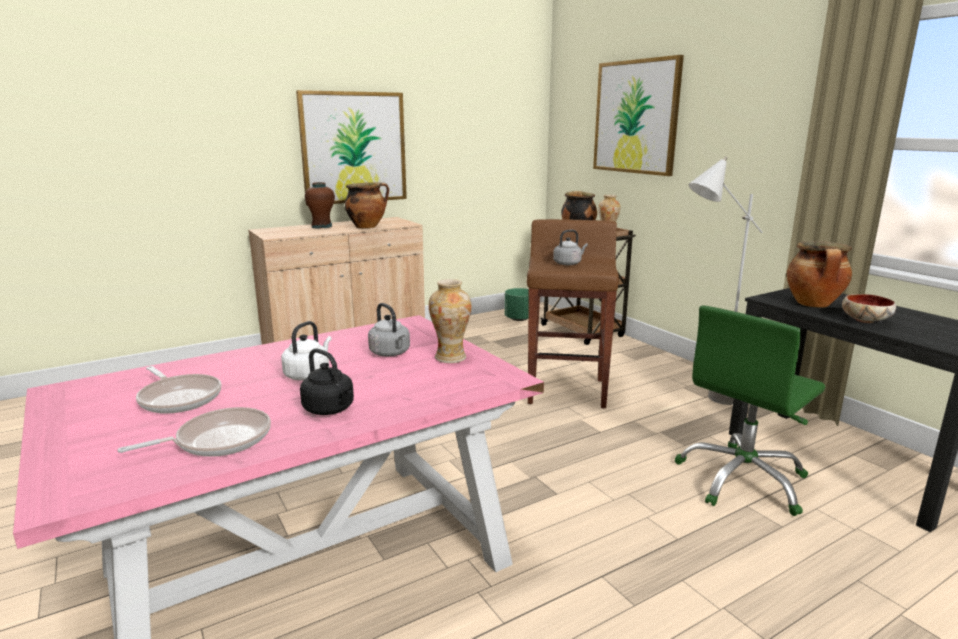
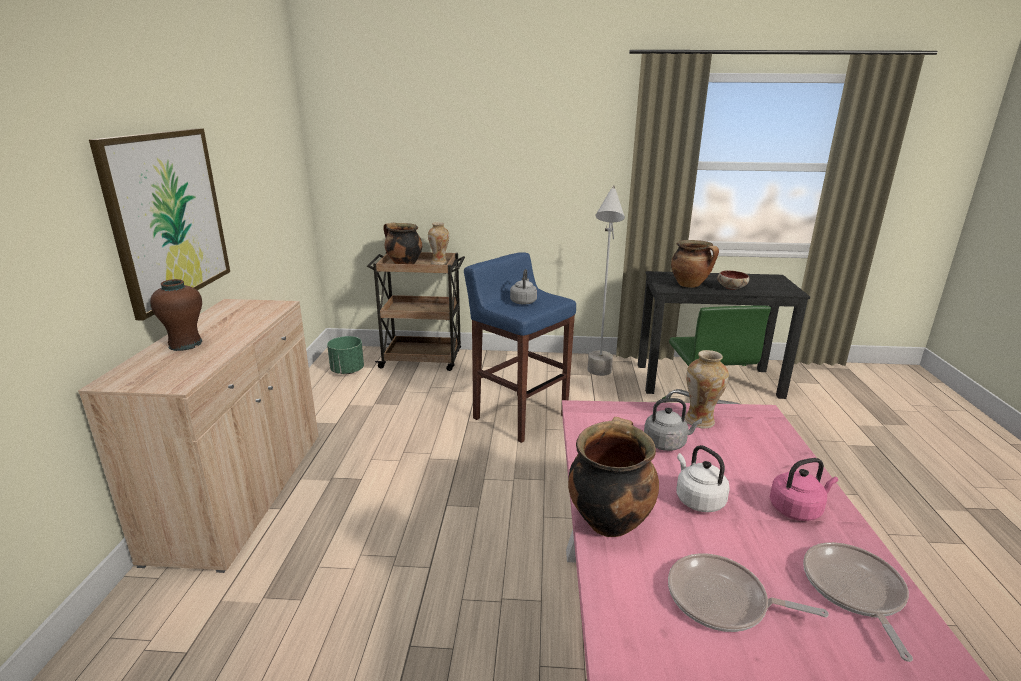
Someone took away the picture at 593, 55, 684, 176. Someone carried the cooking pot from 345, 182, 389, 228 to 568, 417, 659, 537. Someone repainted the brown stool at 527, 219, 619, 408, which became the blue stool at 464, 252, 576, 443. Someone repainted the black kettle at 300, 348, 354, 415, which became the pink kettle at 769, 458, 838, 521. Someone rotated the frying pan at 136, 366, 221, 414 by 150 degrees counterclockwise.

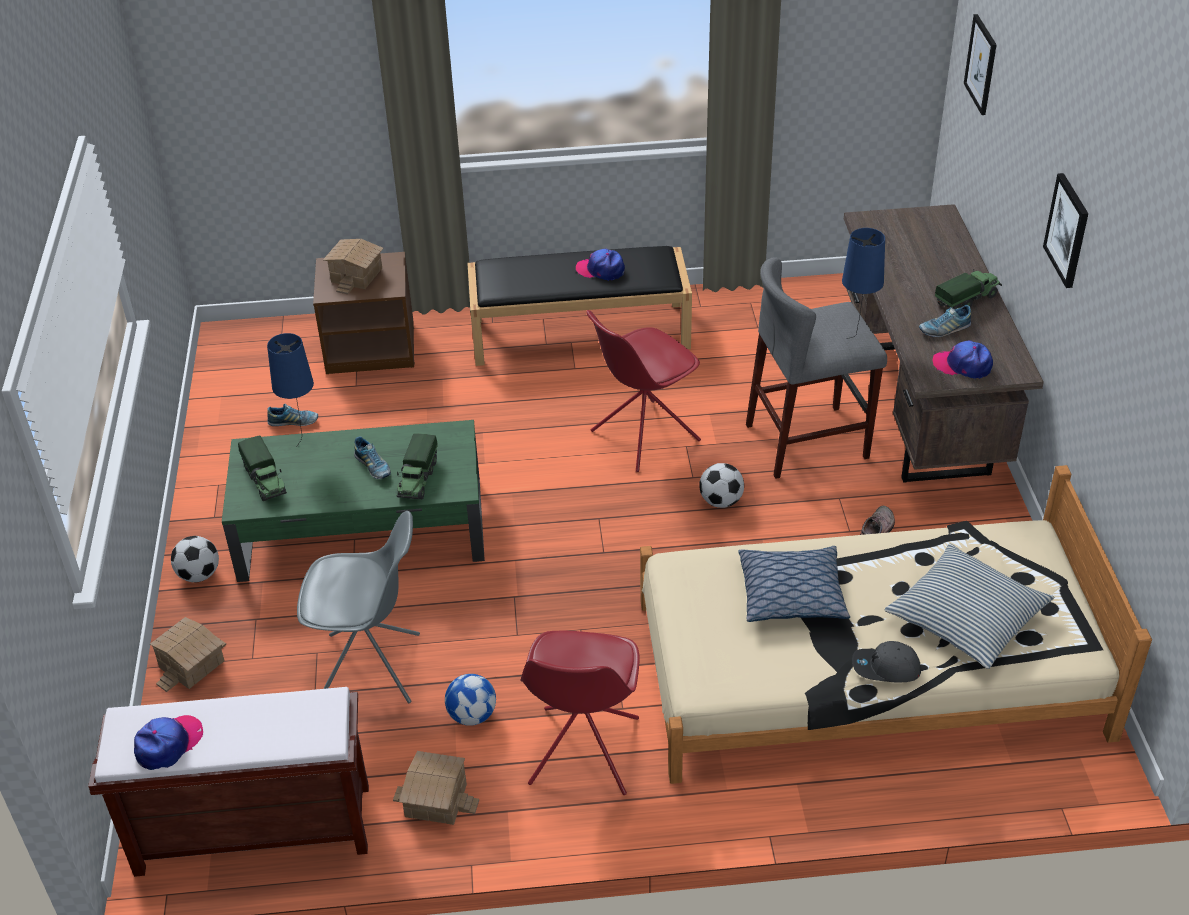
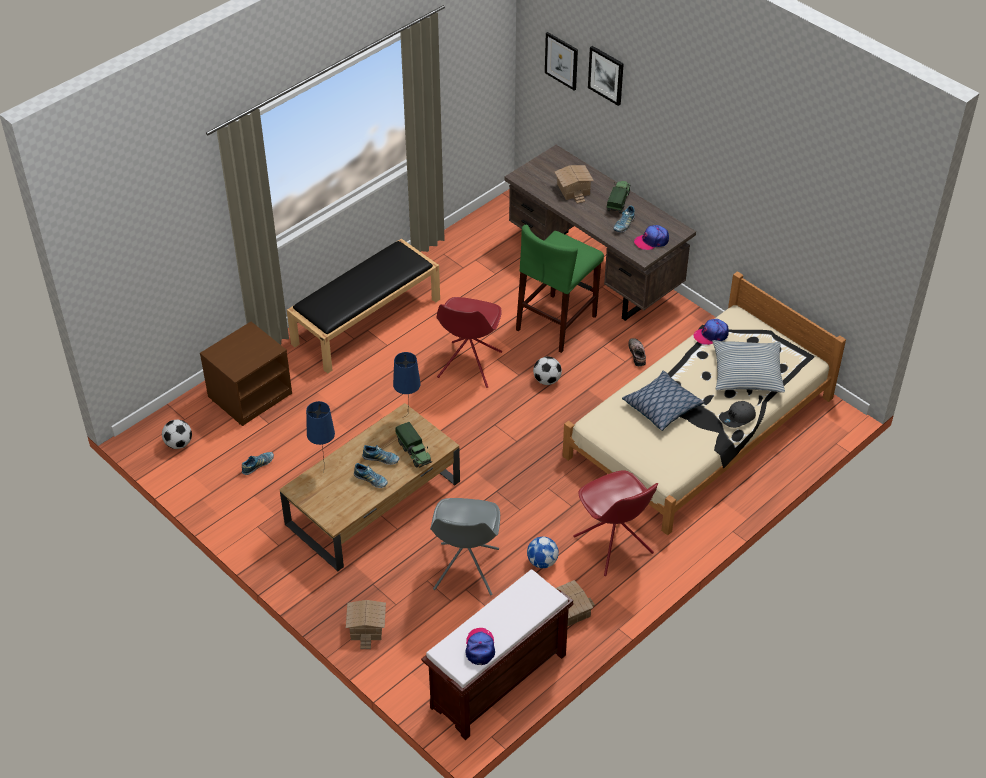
Someone carried the picture from 1043, 173, 1088, 288 to 588, 46, 624, 106. Someone carried the blue table lamp from 842, 228, 885, 338 to 393, 352, 420, 418. Someone carried the toy house from 323, 239, 384, 294 to 555, 165, 594, 204. Someone carried the cap from 576, 248, 625, 281 to 693, 319, 729, 345. Someone repainted the grey stool at 746, 257, 887, 479, which became the green stool at 516, 225, 604, 353. Someone repainted the green coffee table at 222, 420, 485, 582, which became the brown coffee table at 279, 403, 460, 572. Someone took away the toy truck at 238, 435, 287, 501. Someone rotated the grey chair at 297, 511, 420, 703 by 135 degrees clockwise. Someone carried the football from 171, 536, 219, 582 to 162, 420, 192, 449. Someone put down the shoe at 354, 463, 388, 488.

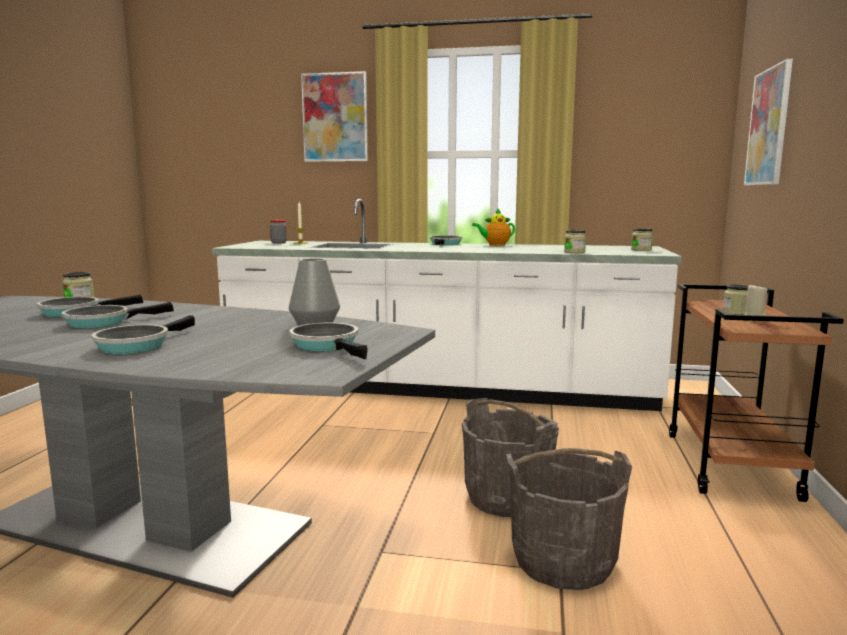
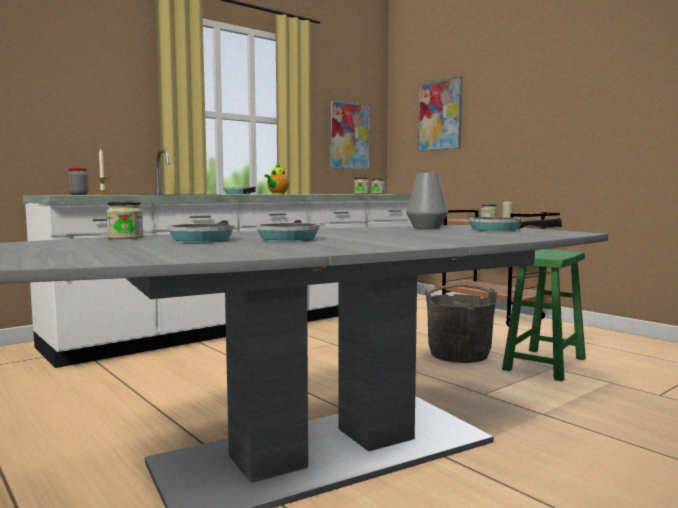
Someone carried the picture from 301, 71, 368, 162 to 329, 99, 370, 170. Someone took away the frying pan at 92, 315, 195, 354. Someone swapped the grey bucket at 506, 448, 632, 590 for the green stool at 502, 249, 586, 381.

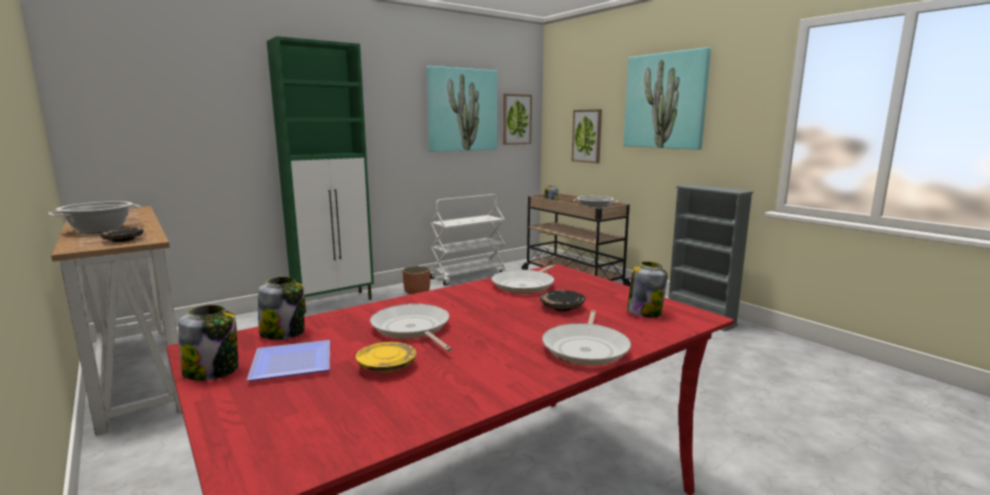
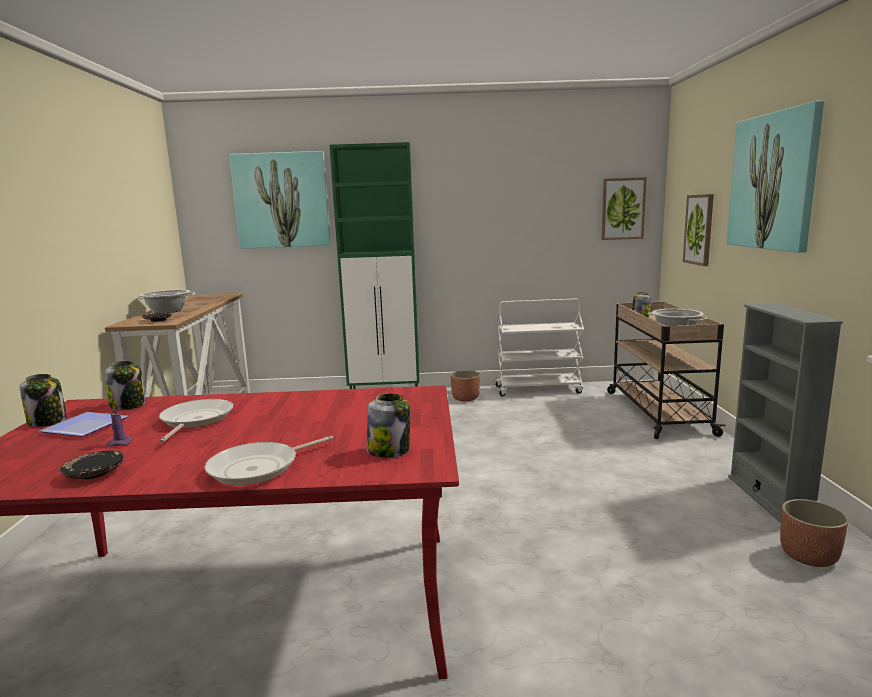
Someone carried the picture from 427, 66, 497, 152 to 229, 151, 331, 249. Someone took away the frying pan at 491, 265, 554, 294. Someone carried the black plate from 540, 290, 585, 311 to 60, 451, 123, 479. Someone swapped the yellow plate at 356, 342, 416, 373 for the purple candle at 106, 406, 133, 447. Someone put down the planter at 780, 499, 849, 567.

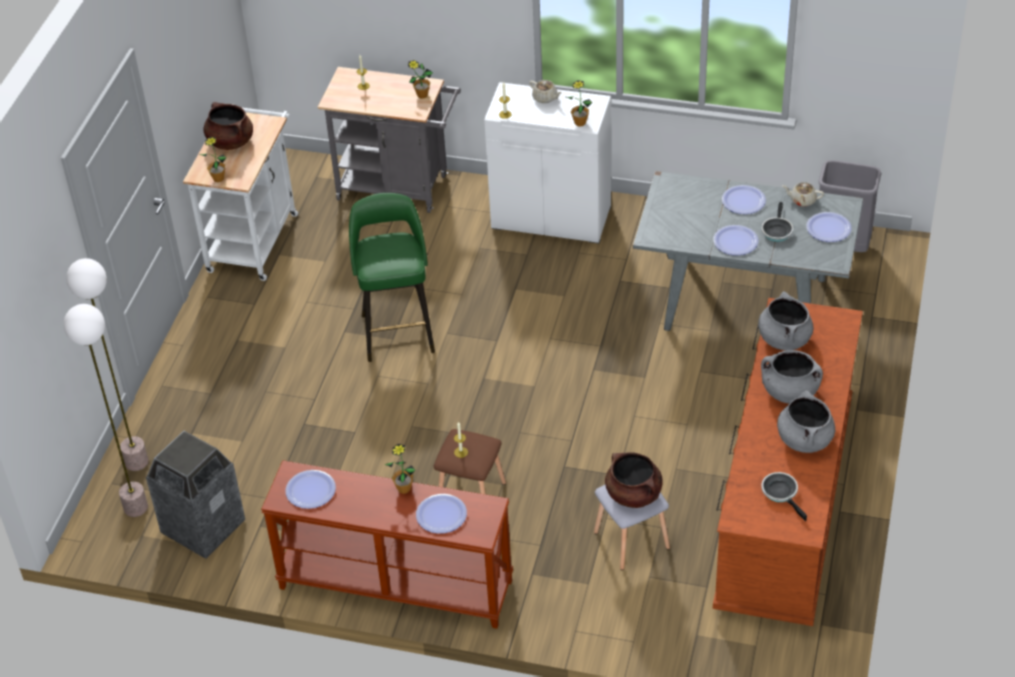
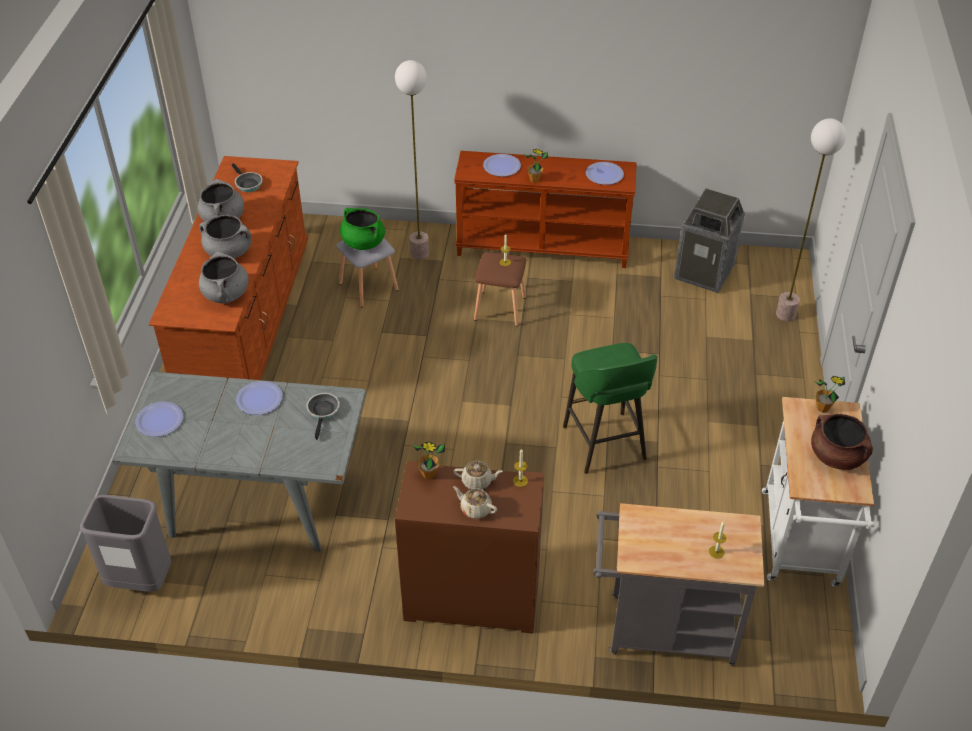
Someone took away the potted plant at 408, 60, 433, 99. Someone repainted the white cabinet at 484, 82, 611, 244, which became the brown cabinet at 395, 461, 544, 634. Someone carried the beige teapot from 782, 182, 824, 207 to 454, 461, 503, 489. Someone took away the plate at 722, 185, 766, 214. Someone carried the frying pan from 761, 202, 793, 242 to 307, 393, 340, 440. Someone carried the floor lamp from 64, 304, 148, 517 to 395, 60, 429, 259. Someone repainted the brown cooking pot at 605, 452, 663, 508, which became the green cooking pot at 340, 208, 385, 250.

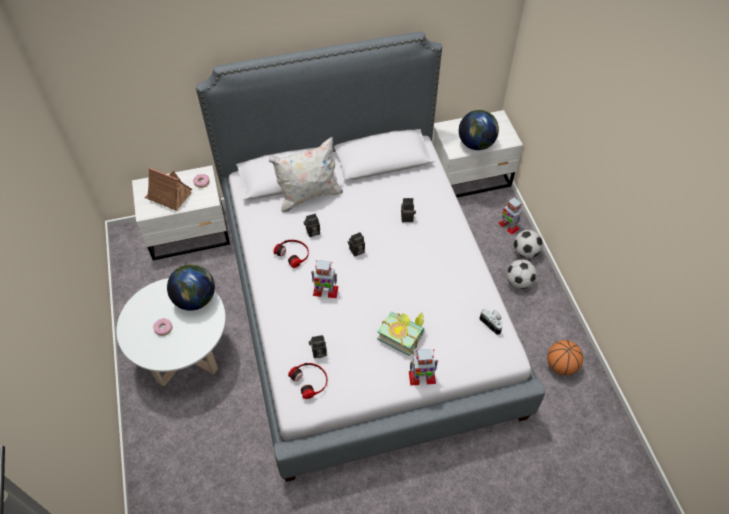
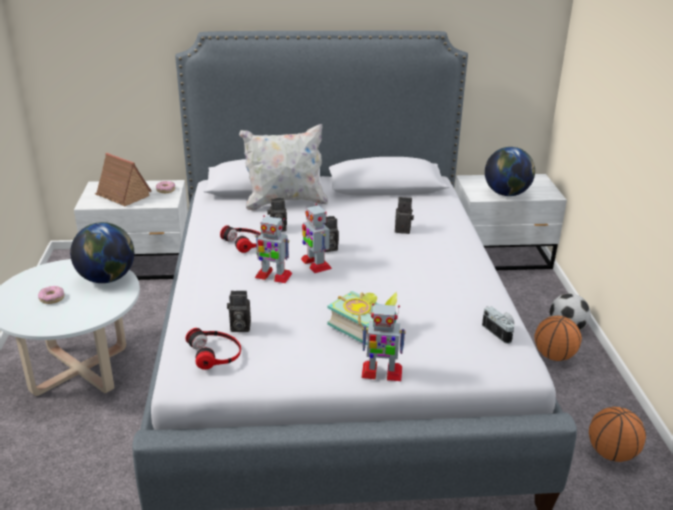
Someone carried the toy robot from 498, 197, 523, 235 to 301, 203, 332, 273. Someone swapped the football at 506, 259, 537, 289 for the basketball at 534, 316, 582, 361.

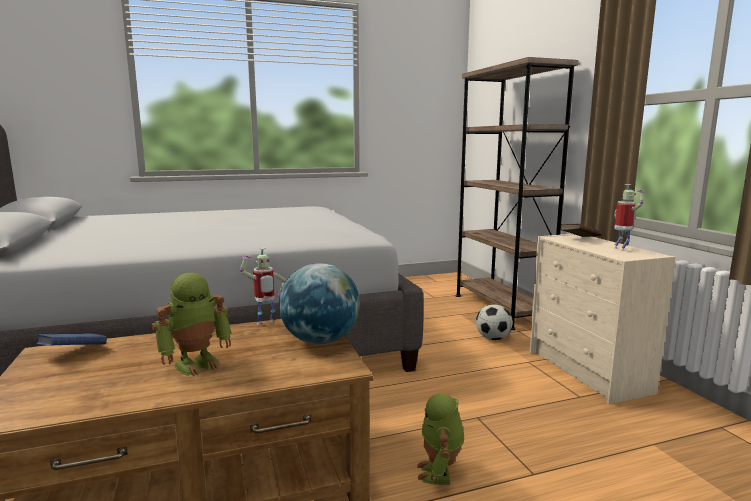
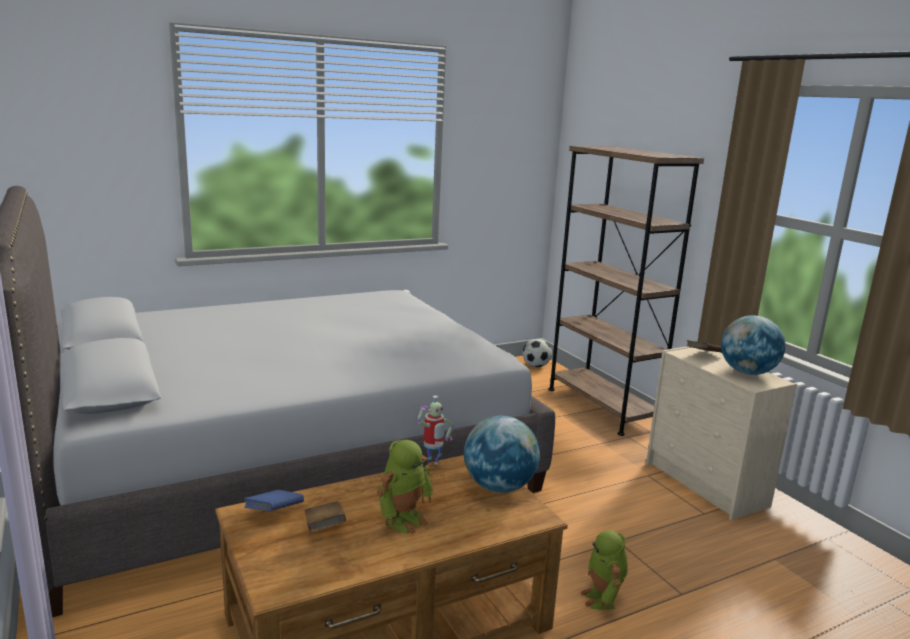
Someone swapped the toy robot at 614, 184, 645, 251 for the globe at 721, 315, 786, 375. Someone carried the football from 476, 304, 513, 340 to 523, 339, 552, 367. Someone put down the brown book at 305, 501, 346, 533.

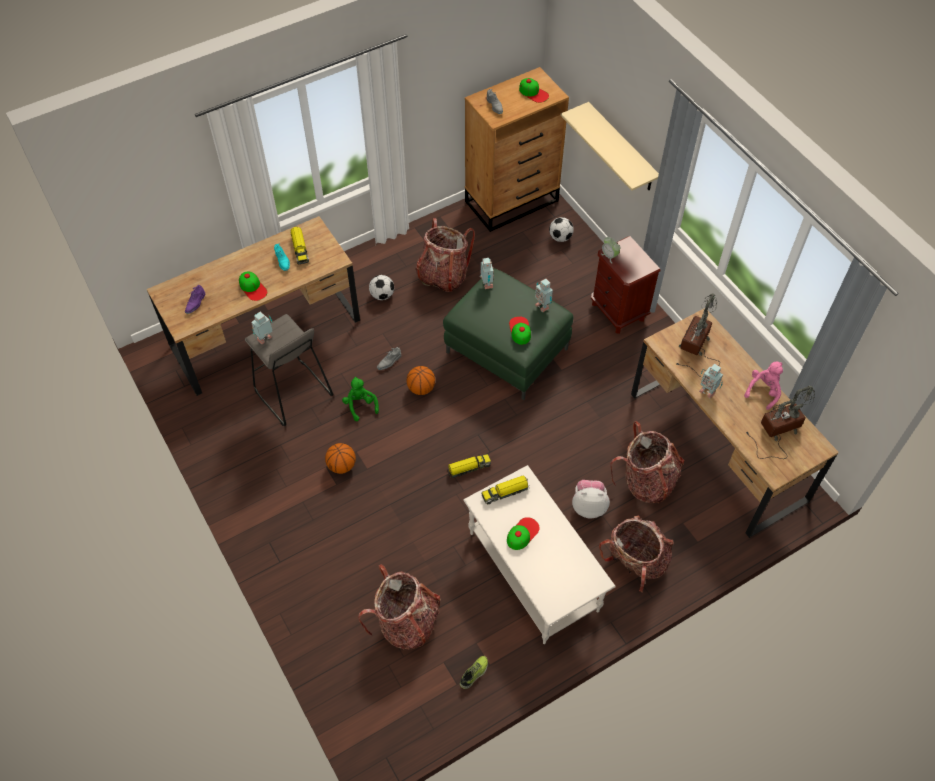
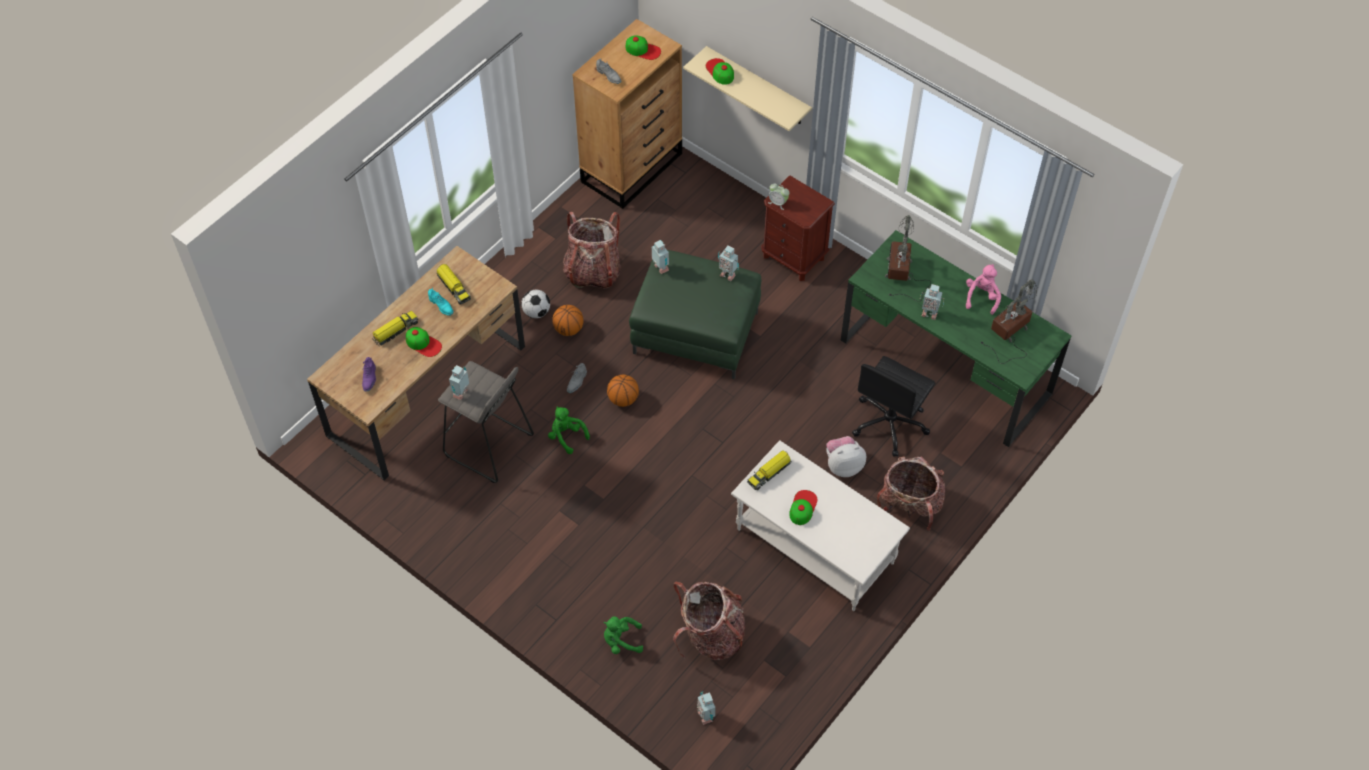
Someone took away the football at 549, 217, 574, 242. Someone repainted the brown desk at 631, 308, 839, 538, which became the green desk at 841, 230, 1072, 447. Someone carried the cap from 509, 316, 531, 345 to 706, 58, 734, 85. Someone swapped the backpack at 610, 421, 684, 503 for the black office chair at 852, 356, 936, 457. Someone carried the basketball from 325, 443, 356, 474 to 552, 305, 584, 336. Someone carried the toy truck from 447, 454, 491, 478 to 372, 311, 418, 346. Someone took away the shoe at 460, 656, 488, 689. Someone put down the green plush toy at 603, 616, 643, 654. Someone put down the toy robot at 697, 691, 716, 725.

